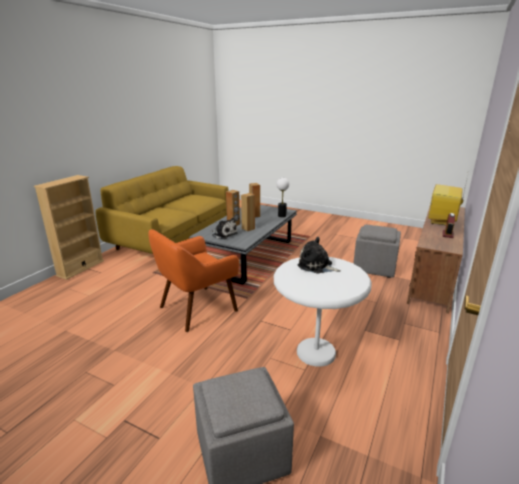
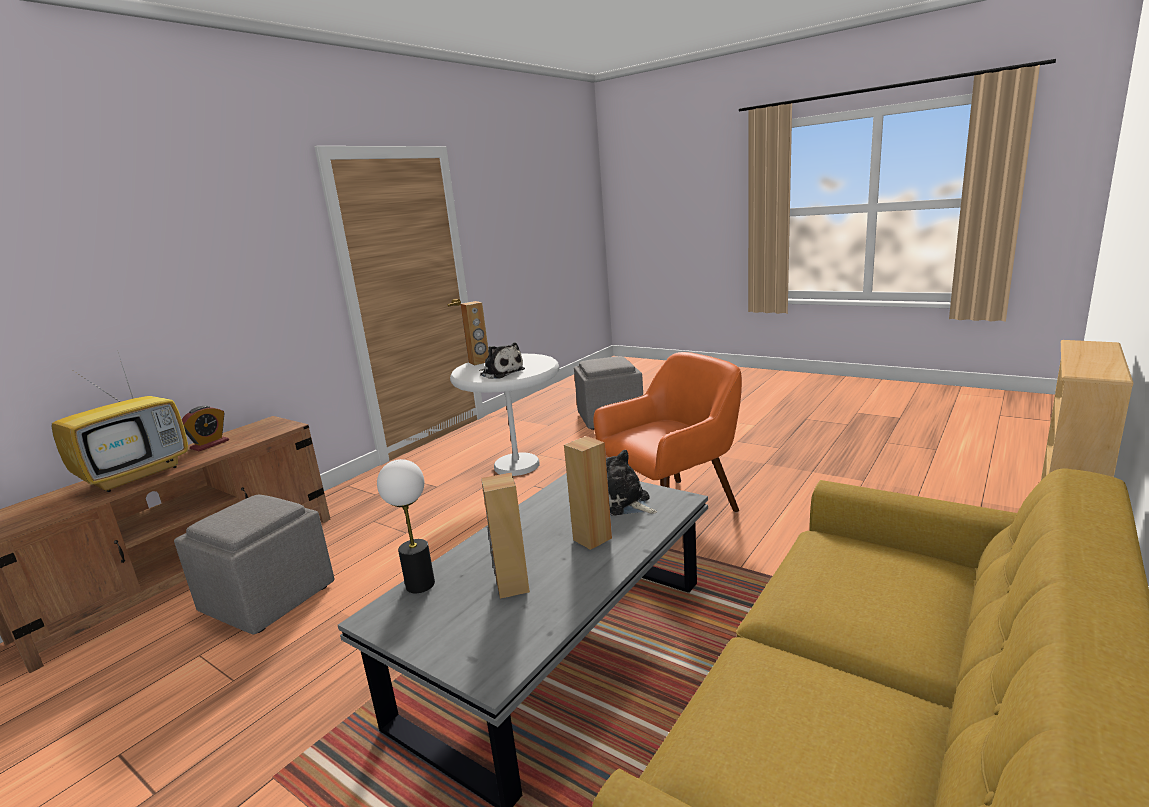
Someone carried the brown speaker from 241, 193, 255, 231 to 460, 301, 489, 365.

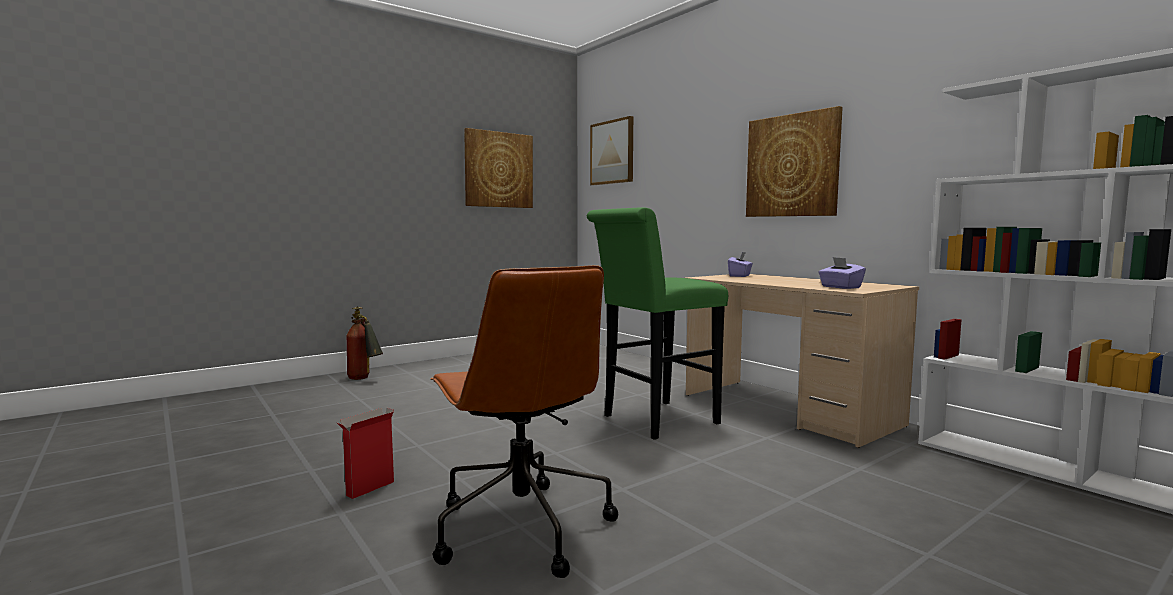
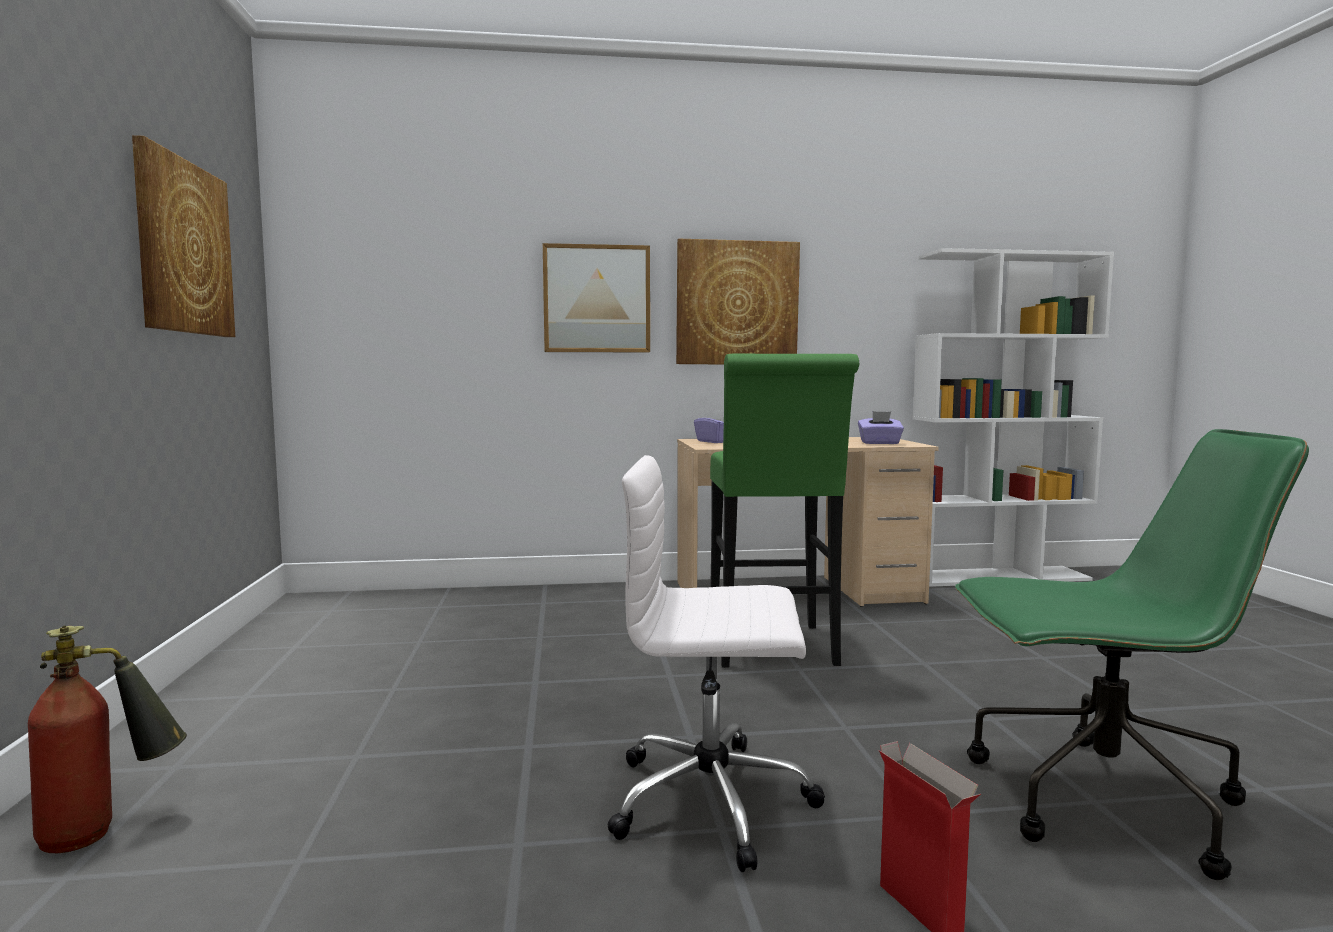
Someone carried the picture from 590, 116, 633, 185 to 543, 243, 650, 352. Someone repainted the brown office chair at 431, 265, 618, 578, which became the green office chair at 955, 429, 1309, 880. Someone put down the white office chair at 608, 455, 825, 872.

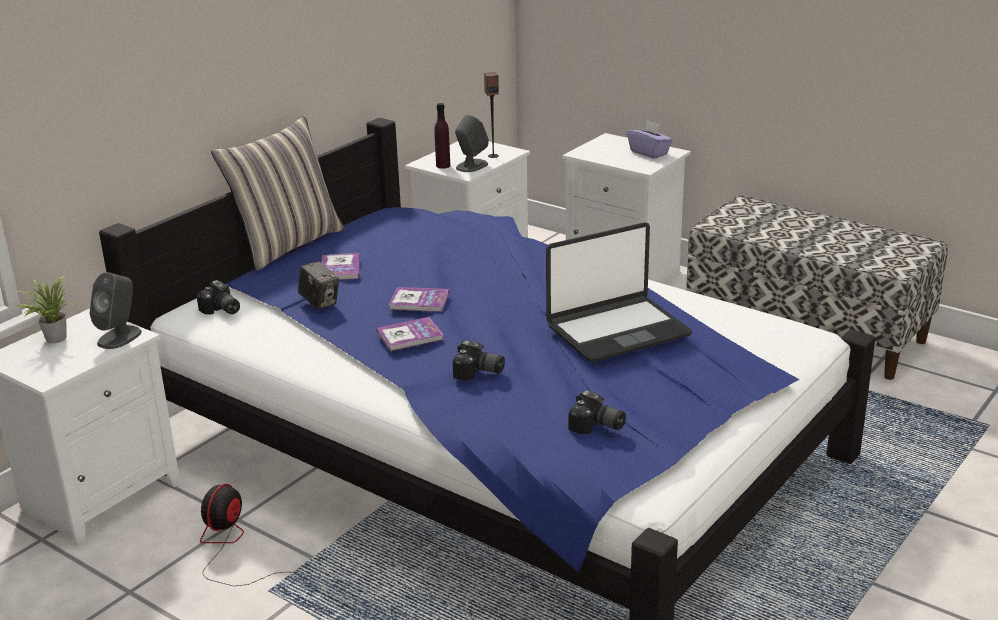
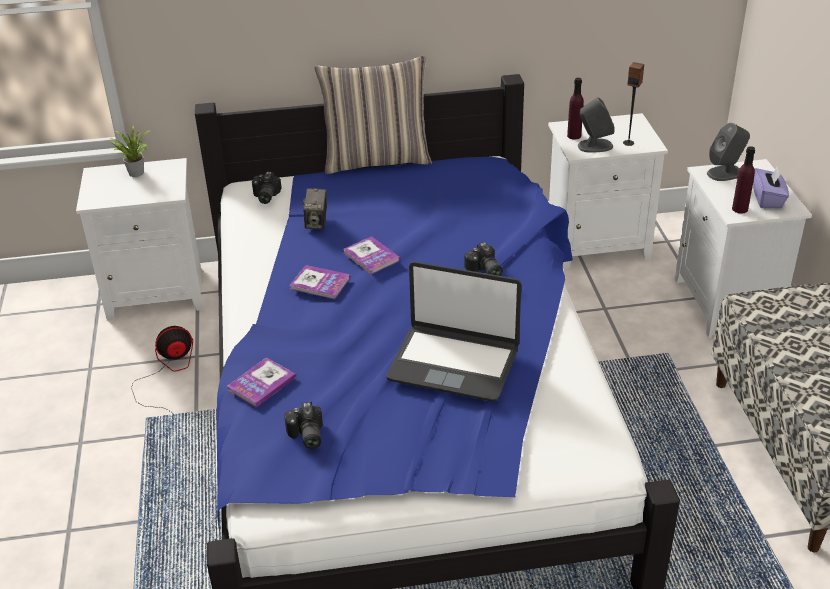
Someone carried the book from 322, 253, 360, 280 to 228, 357, 296, 408. Someone carried the grey speaker from 89, 272, 142, 349 to 707, 123, 750, 181. Someone carried the photo camera from 453, 341, 505, 381 to 464, 242, 503, 276. Someone put down the purple bottle at 732, 146, 755, 214.

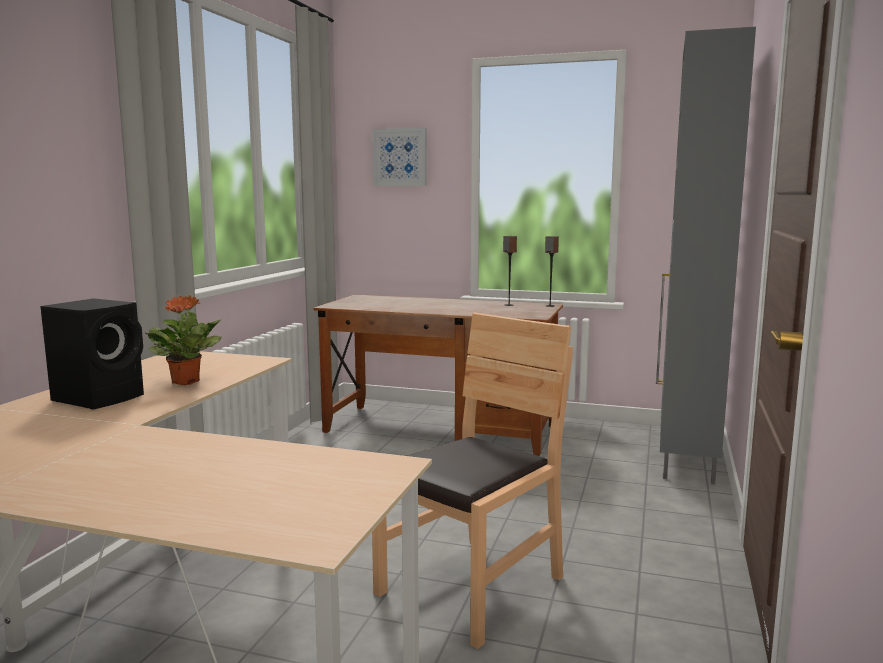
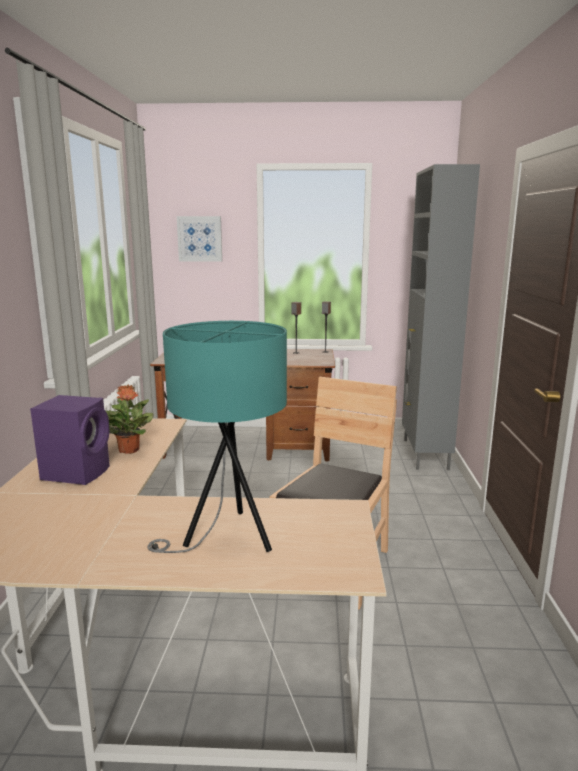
Someone repainted the black speaker at 40, 298, 144, 410, which became the purple speaker at 30, 395, 110, 485. Someone put down the turquoise table lamp at 147, 321, 287, 553.

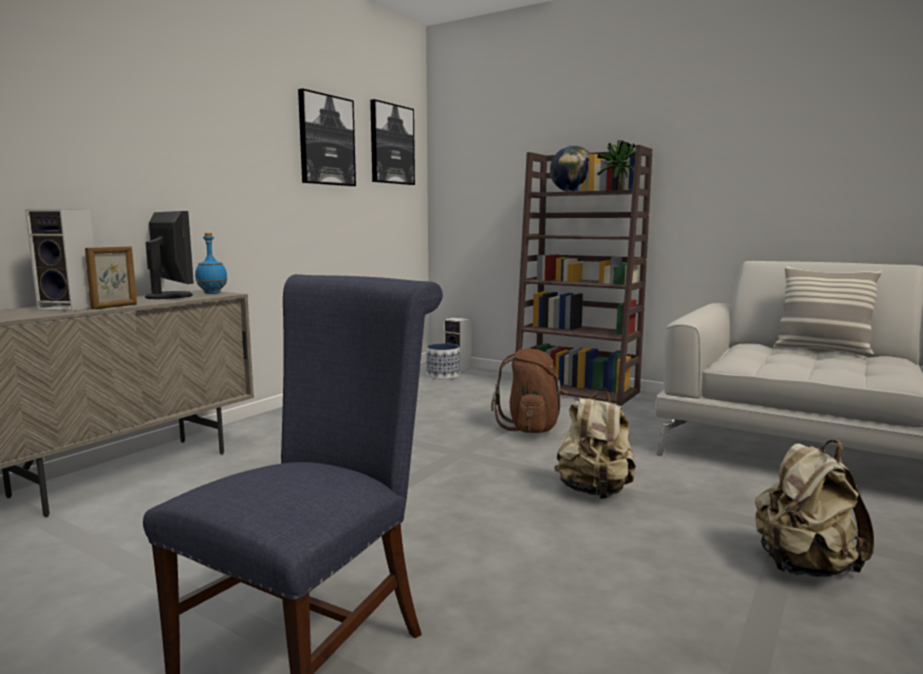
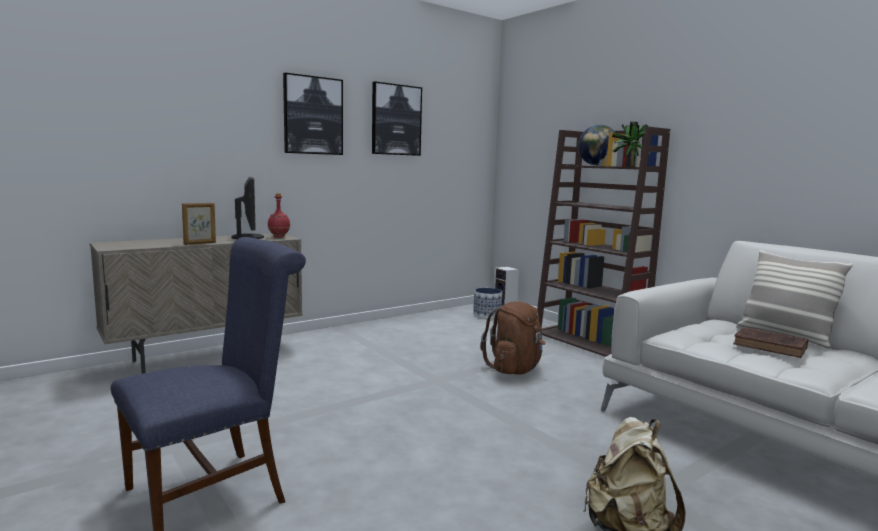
Someone carried the picture from 370, 99, 415, 185 to 283, 73, 343, 155. Someone took away the speaker at 25, 209, 94, 311. Someone repainted the blue bottle at 195, 233, 227, 294, which became the red bottle at 268, 193, 290, 238. Someone took away the beige backpack at 554, 388, 636, 499. Someone put down the brown book at 733, 327, 808, 358.

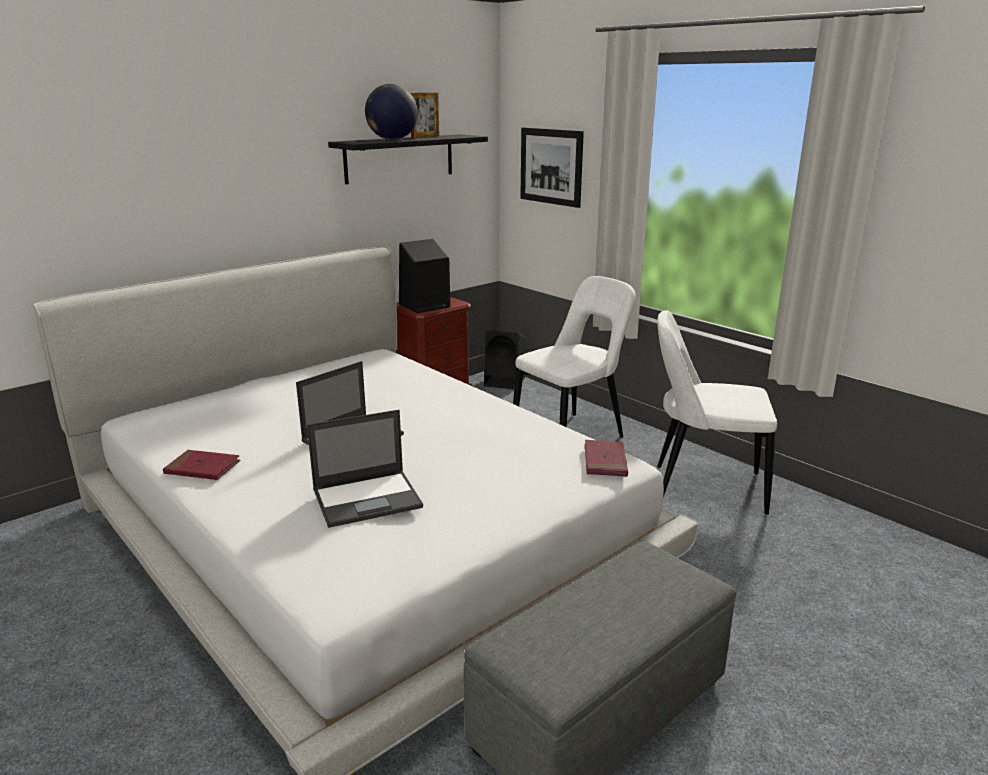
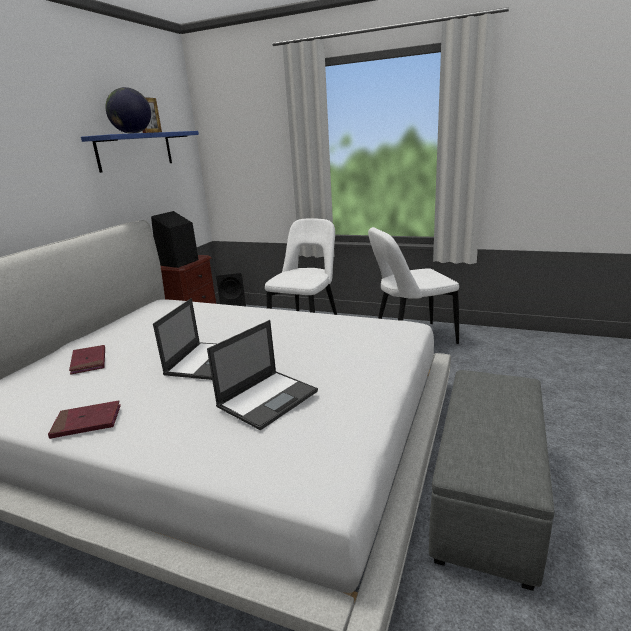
Someone took away the picture at 520, 127, 584, 208. Someone repainted the black shelf at 328, 134, 488, 184, which became the blue shelf at 81, 131, 199, 173. Someone carried the red book from 585, 440, 628, 477 to 69, 345, 105, 375.

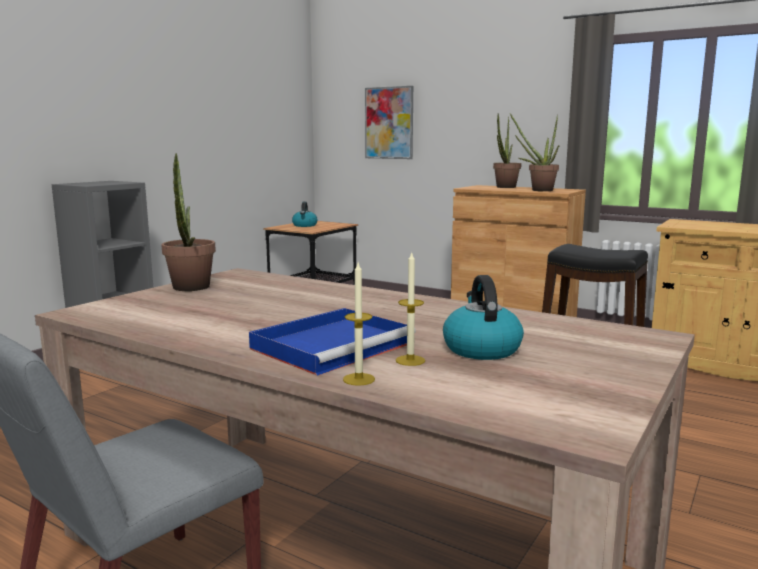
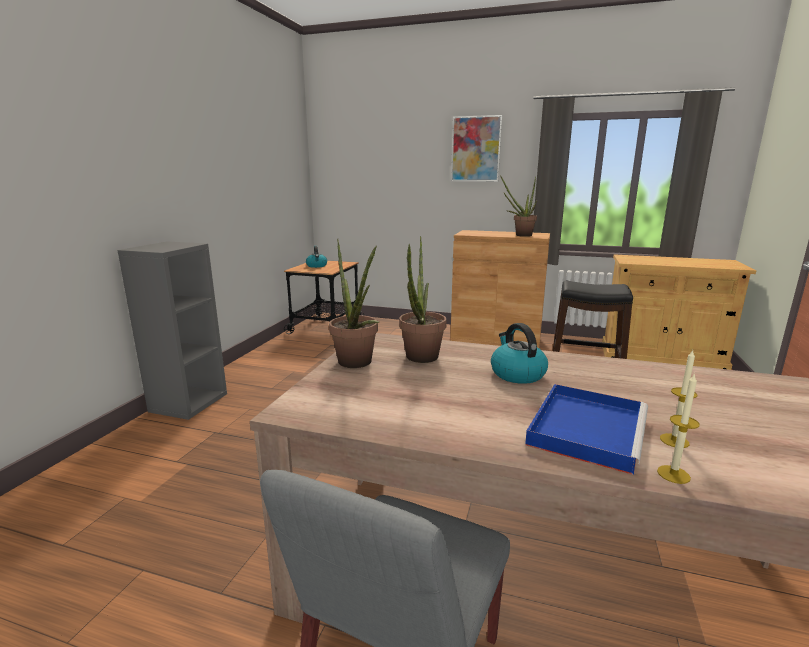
Someone carried the picture from 365, 86, 413, 159 to 451, 115, 502, 182. Someone carried the potted plant from 493, 113, 521, 188 to 399, 236, 447, 363. Someone carried the kettle from 443, 275, 524, 360 to 491, 323, 548, 384.

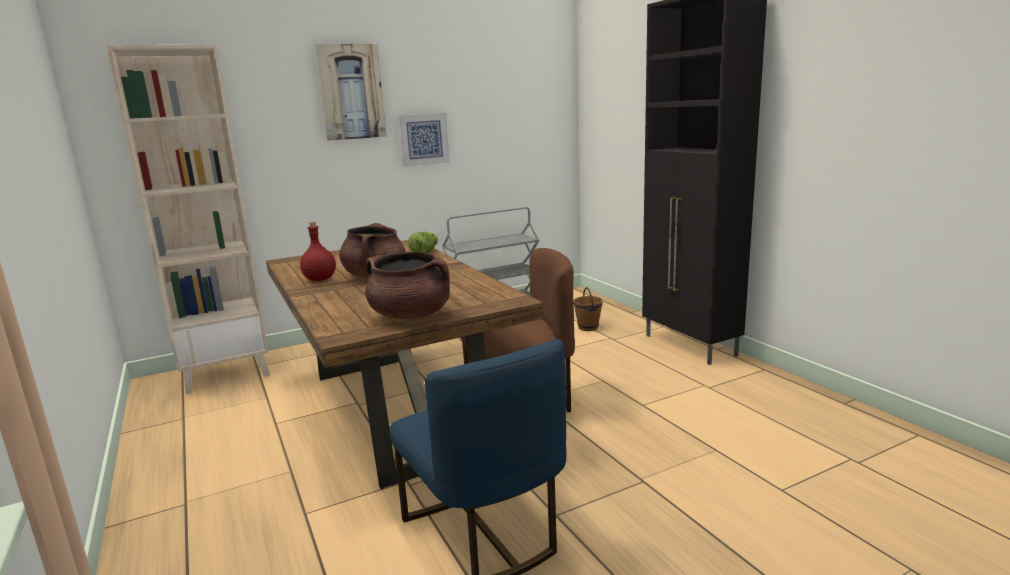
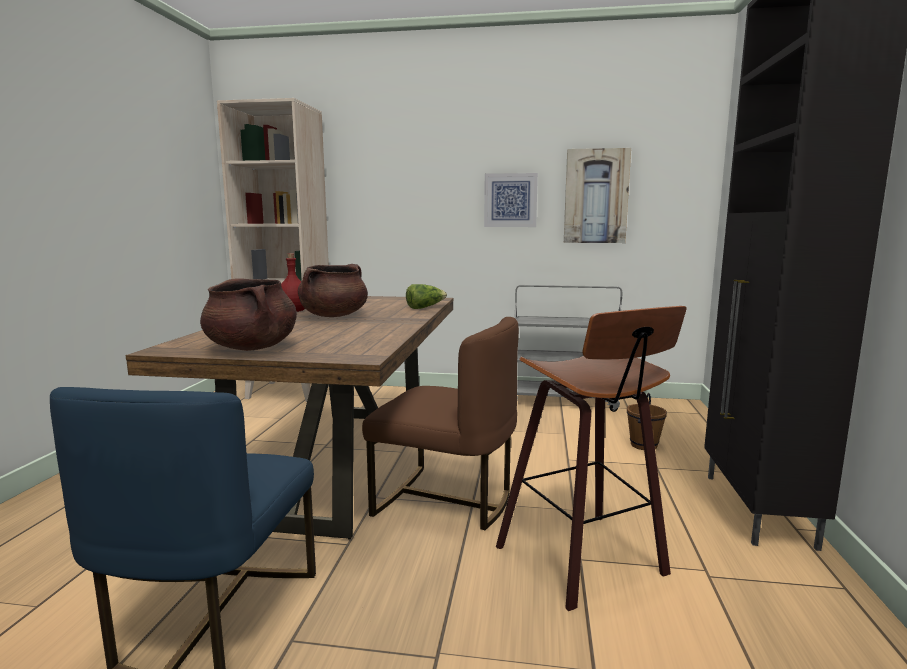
Someone carried the picture from 315, 44, 386, 141 to 564, 148, 631, 243. Someone put down the stool at 496, 306, 687, 611.

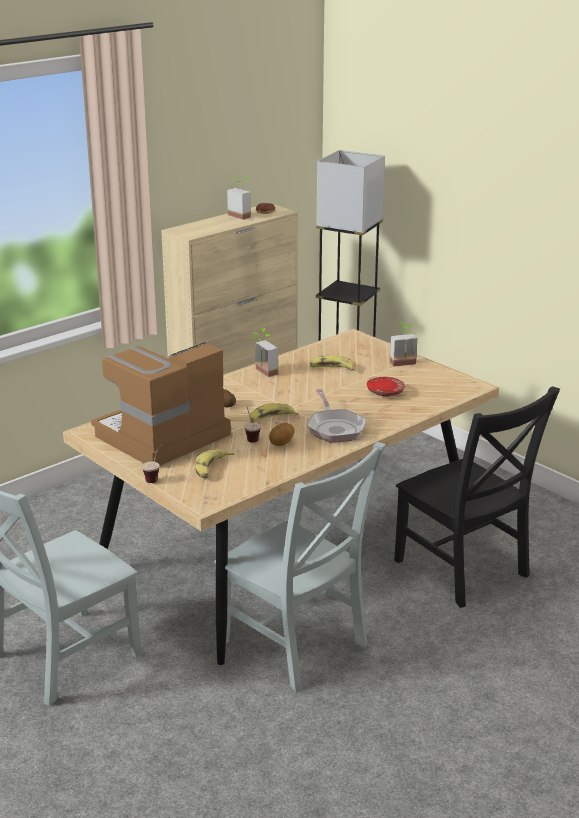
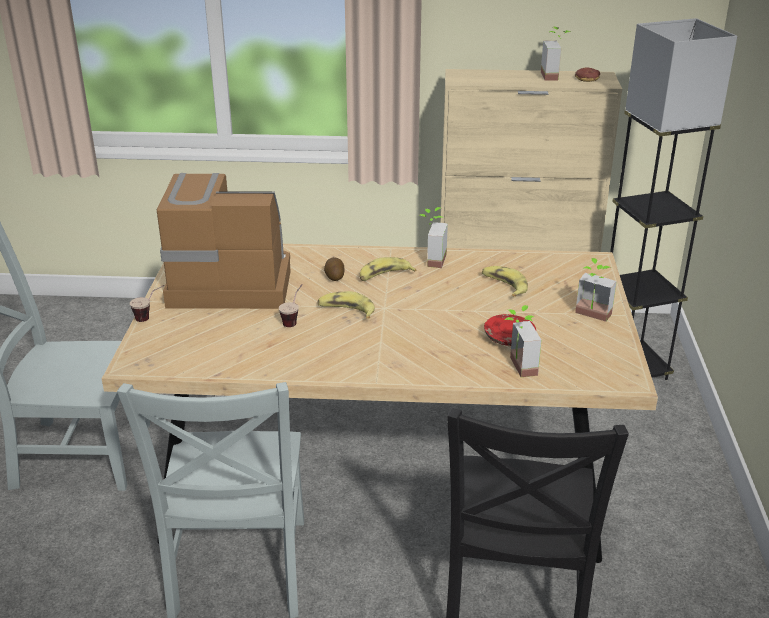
Someone took away the frying pan at 307, 389, 367, 443. Someone took away the potato at 269, 423, 294, 446. Someone carried the banana from 195, 449, 234, 479 to 360, 257, 417, 281. Someone put down the potted plant at 505, 305, 542, 377.

